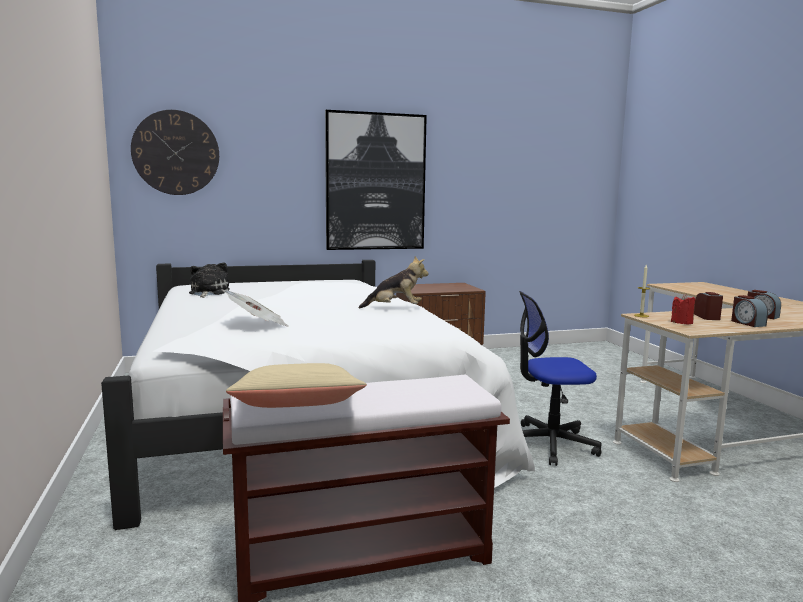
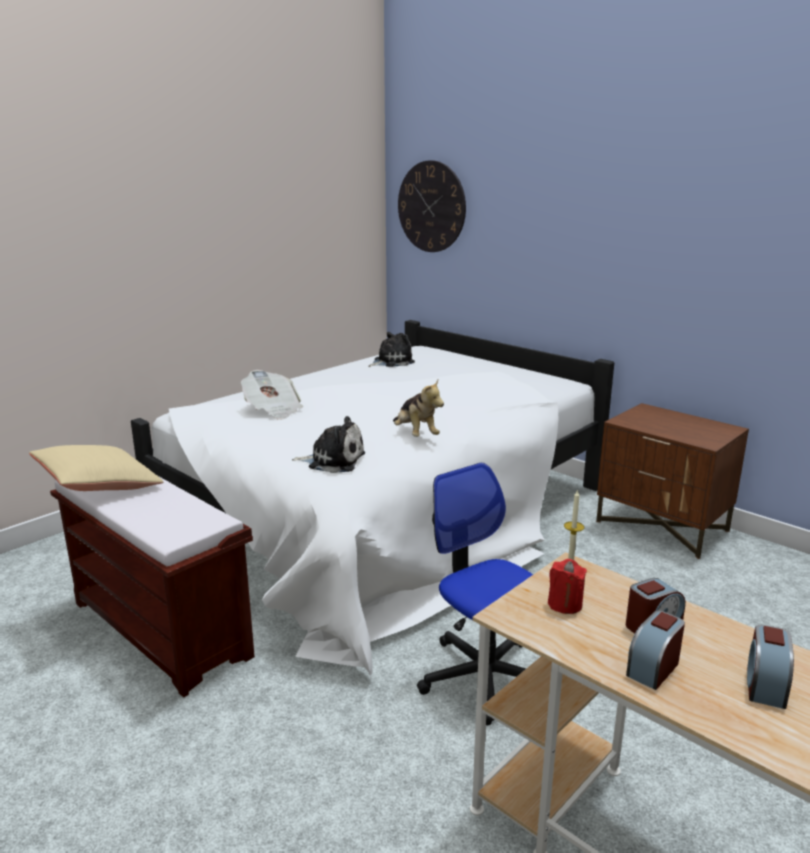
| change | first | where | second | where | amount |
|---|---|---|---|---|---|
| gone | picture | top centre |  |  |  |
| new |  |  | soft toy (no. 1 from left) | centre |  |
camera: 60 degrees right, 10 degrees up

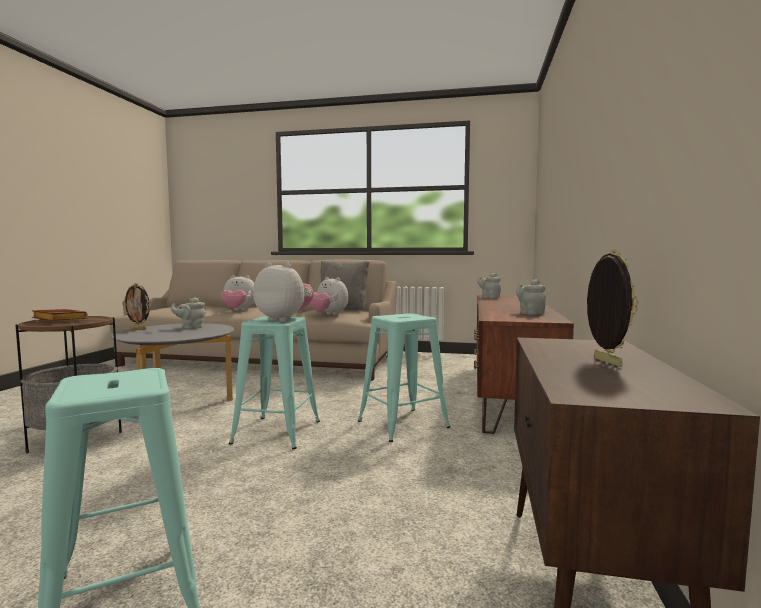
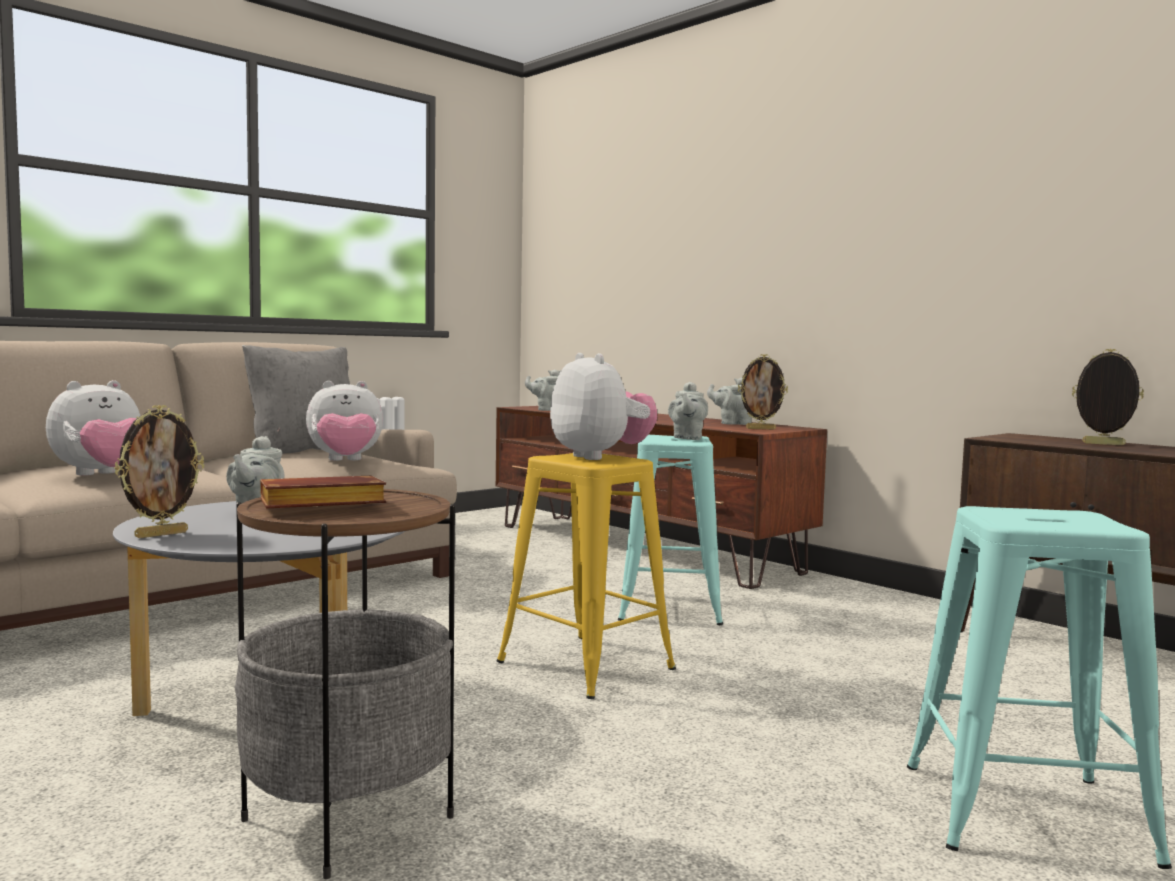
| change | first | where | second | where | amount |
|---|---|---|---|---|---|
| rotated | soft toy (no. 2 from left in the first image) | centre | soft toy (no. 3 from left) | centre | 90 degrees clockwise |
| repainted | turquoise-coloured stool (no. 2 from left) | centre | yellow-coloured stool | centre |  |
| new |  |  | standing frame (no. 2 from left) | centre |  |
| new |  |  | grey tea pot (no. 3 from left) | centre |  |
camera: 55 degrees left, 0 degrees up

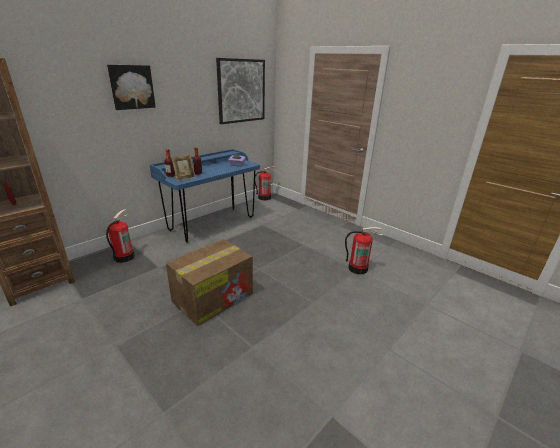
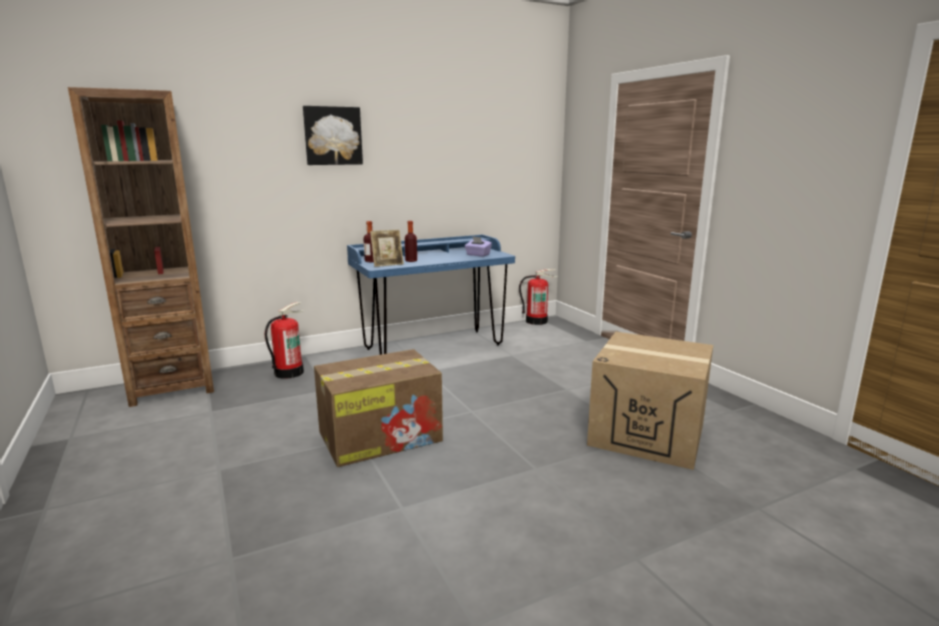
| change | first | where | second | where | amount |
|---|---|---|---|---|---|
| gone | picture (no. 2 from left) | top centre |  |  |  |
| swapped | fire-fighting cylinder (no. 3 from left) | centre | carton (no. 2 from left) | middle right |  |
camera: 20 degrees right, 10 degrees down

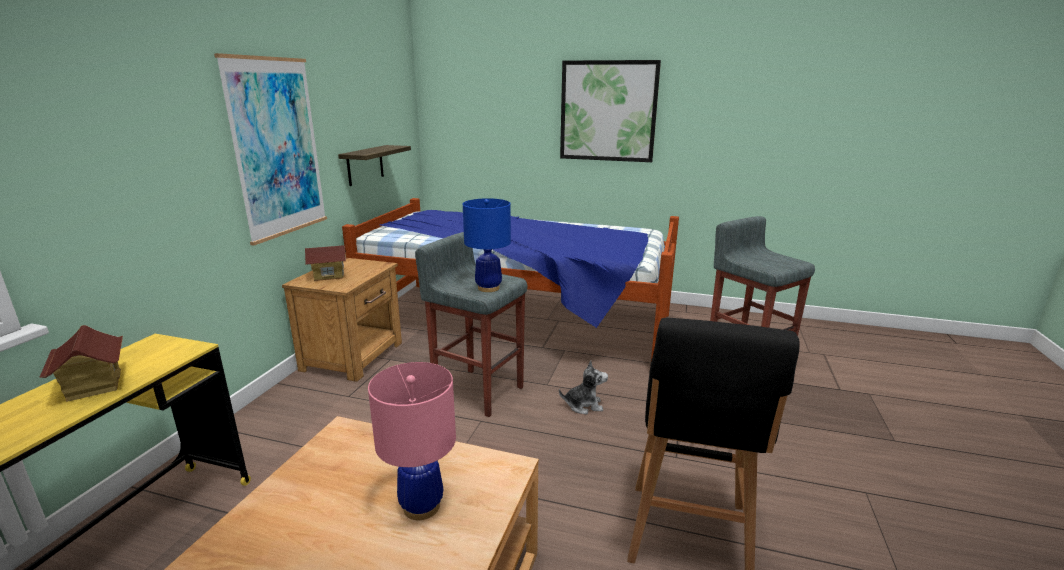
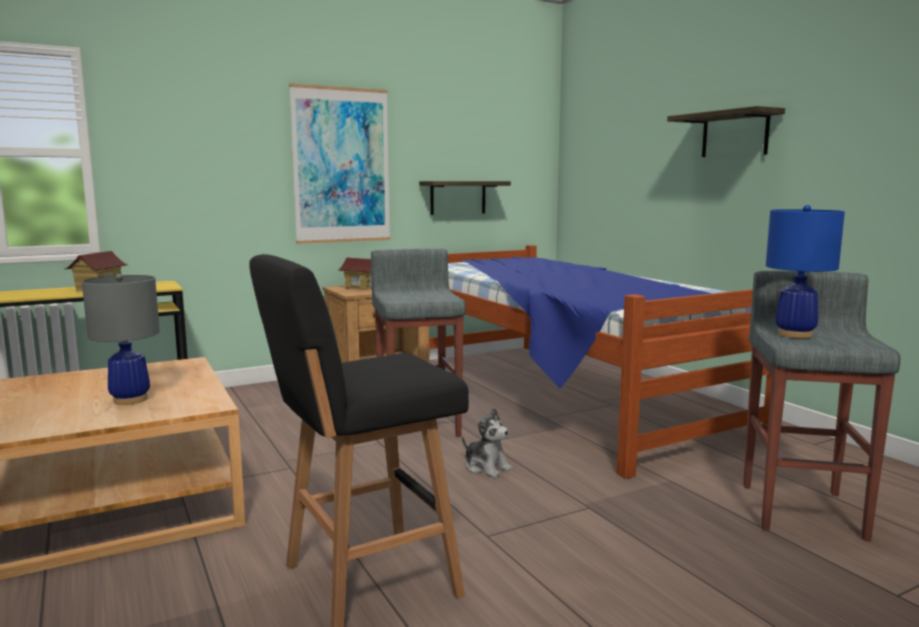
| change | first | where | second | where | amount |
|---|---|---|---|---|---|
| swapped | picture (no. 2 from left) | top centre | wall shelf (no. 2 from left) | top right |  |
| shifted | blue table lamp | centre |  | middle right |  |
| repainted | pink table lamp | bottom centre | grey table lamp | middle left |  |
camera: 45 degrees right, 10 degrees down

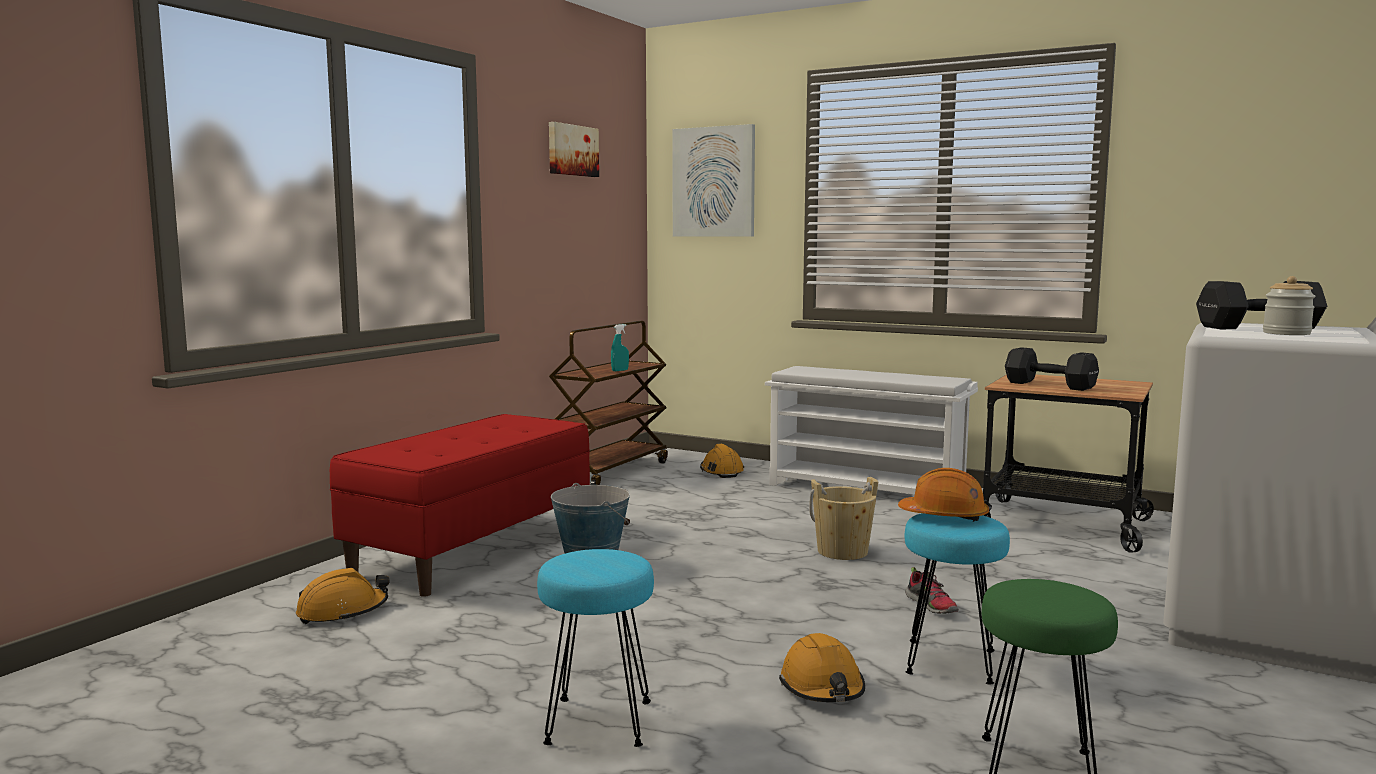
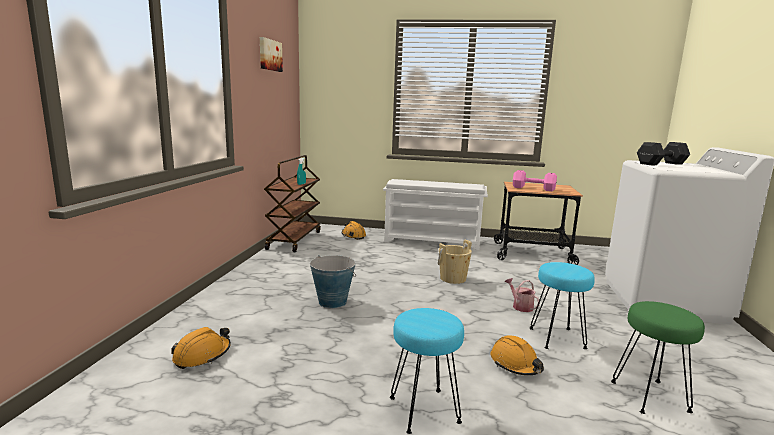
| change | first | where | second | where | amount |
|---|---|---|---|---|---|
| gone | picture (no. 2 from left) | top centre |  |  |  |
| gone | jar | middle right |  |  |  |
| repainted | black dumbbell (no. 1 from left) | middle right | pink dumbbell | middle right |  |
| gone | red long seat | centre |  |  |  |
| gone | orange-coloured safety helmet (no. 4 from left) | middle right |  |  |  |
| swapped | low shoe | bottom right | sprinkling can | bottom right |  |
camera: 20 degrees left, 5 degrees up

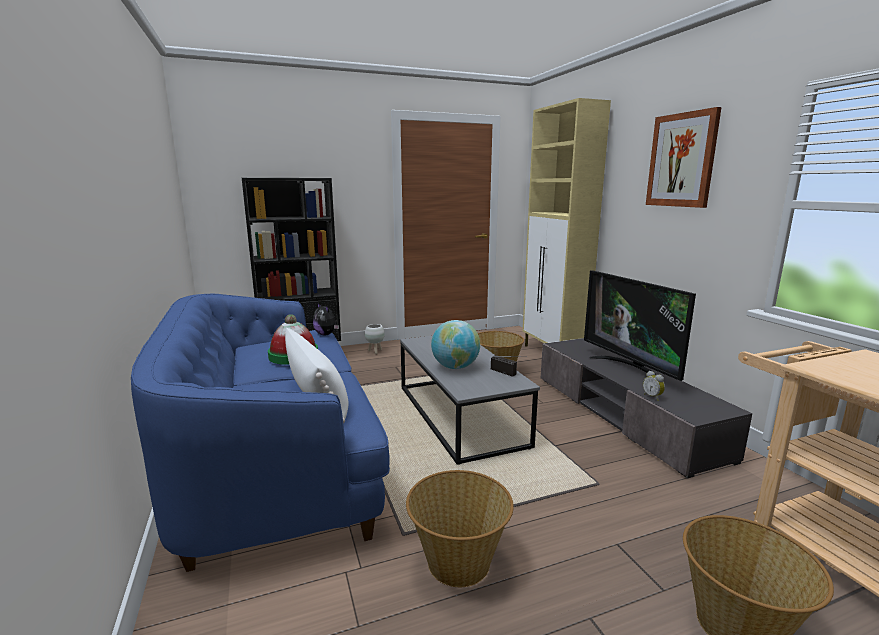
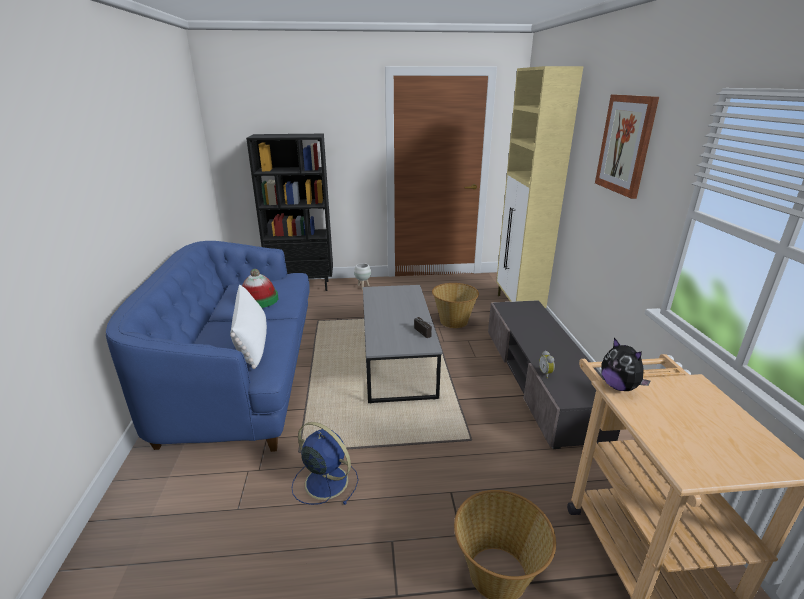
| change | first | where | second | where | amount |
|---|---|---|---|---|---|
| gone | TV set | middle right |  |  |  |
| shifted | soft toy | centre |  | middle right |  |
| gone | world globe | centre |  |  |  |
| swapped | basket (no. 1 from left) | bottom centre | blue cooling fan | bottom centre |  |
camera: 15 degrees right, 10 degrees up

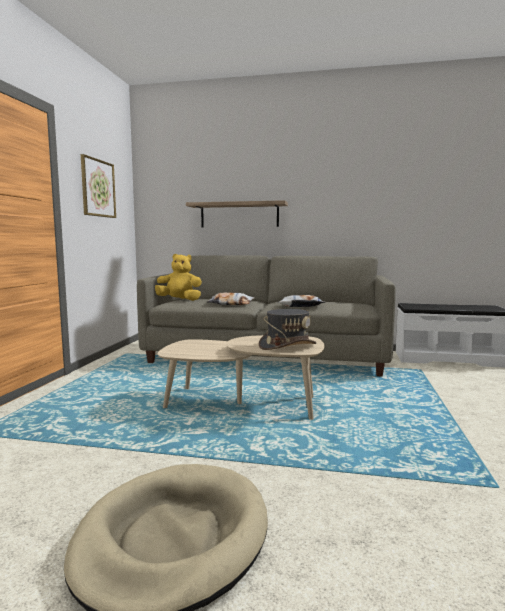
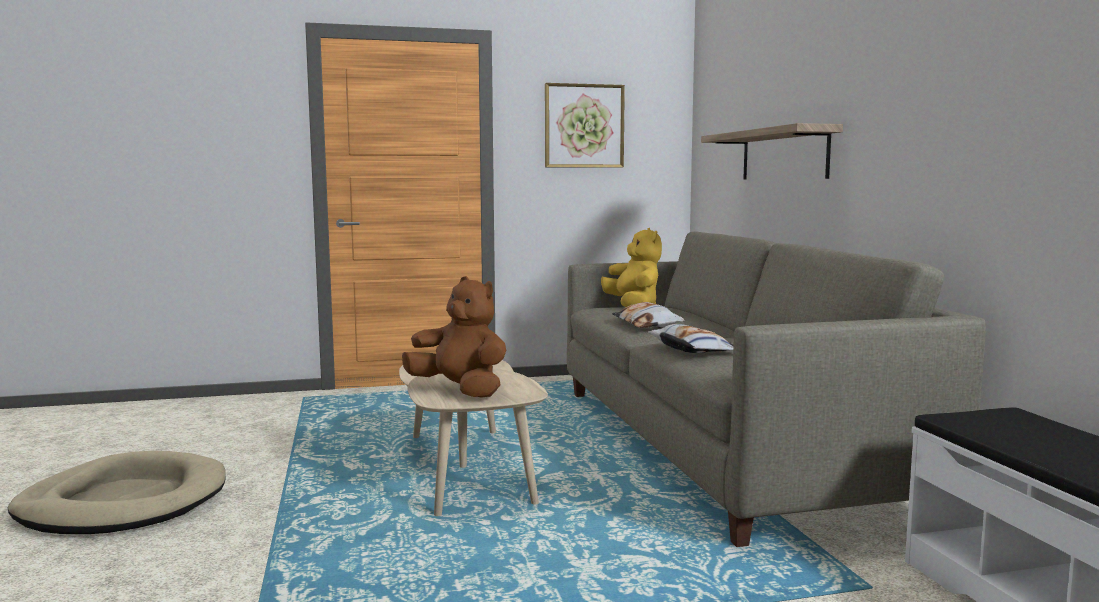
| change | first | where | second | where | amount |
|---|---|---|---|---|---|
| swapped | grey hat | centre | brownish soft toy | centre |  |
camera: 65 degrees right, 0 degrees up

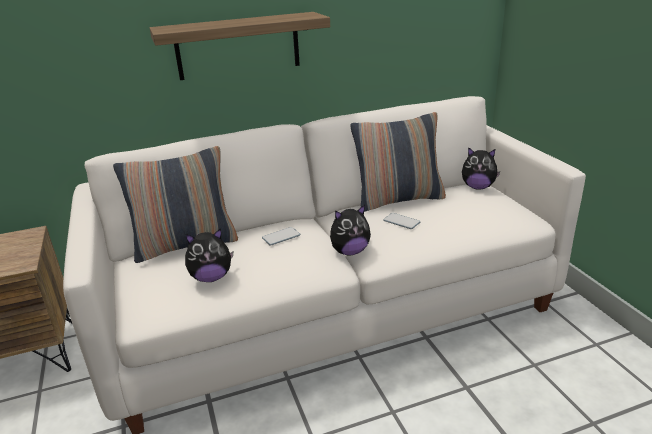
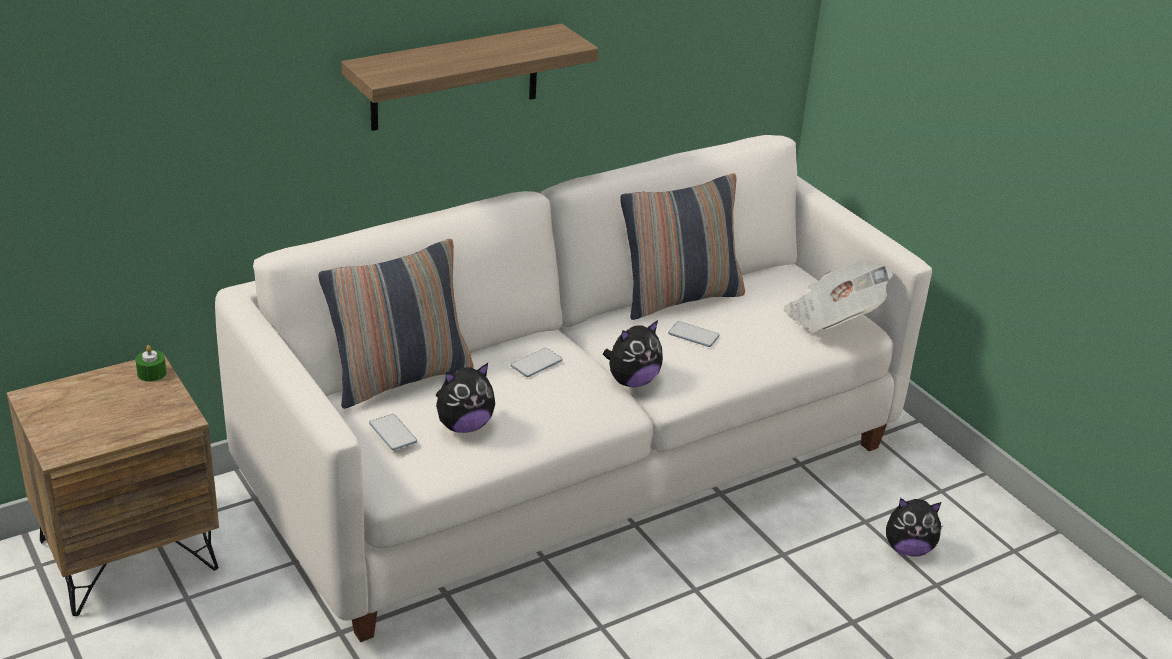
| change | first | where | second | where | amount |
|---|---|---|---|---|---|
| shifted | soft toy (no. 3 from left) | middle right |  | bottom right |  |
| new |  |  | daily paper | middle right |  |
| new |  |  | green wax candle | middle left |  |
| new |  |  | handset (no. 1 from left) | centre |  |
camera: 15 degrees left, 5 degrees up

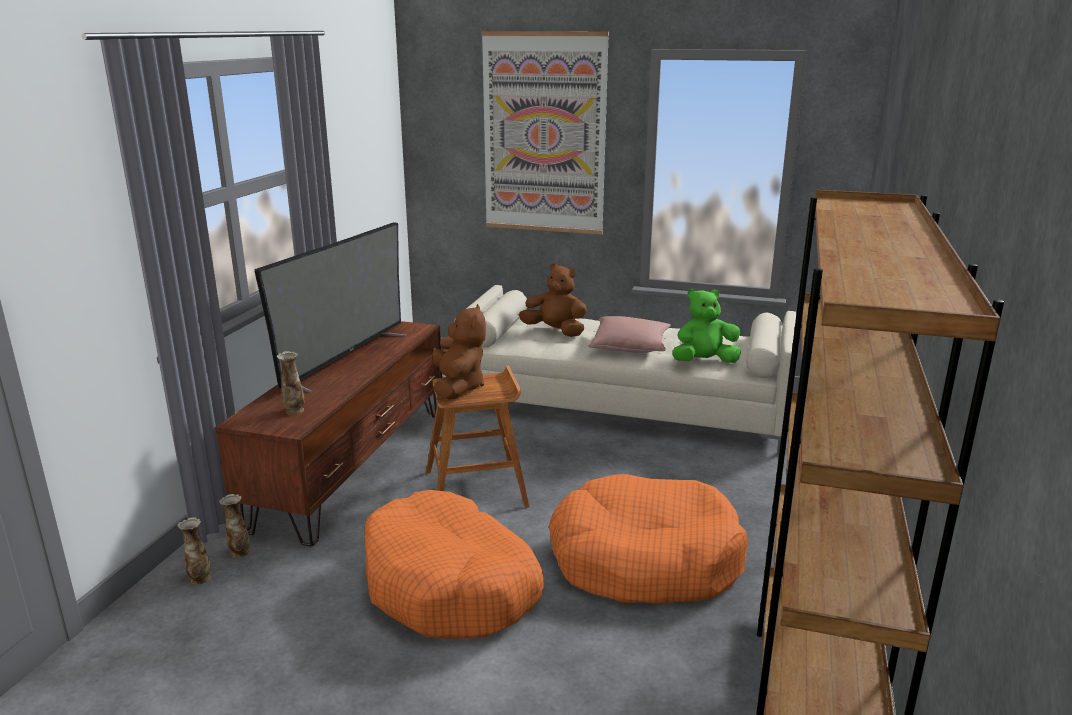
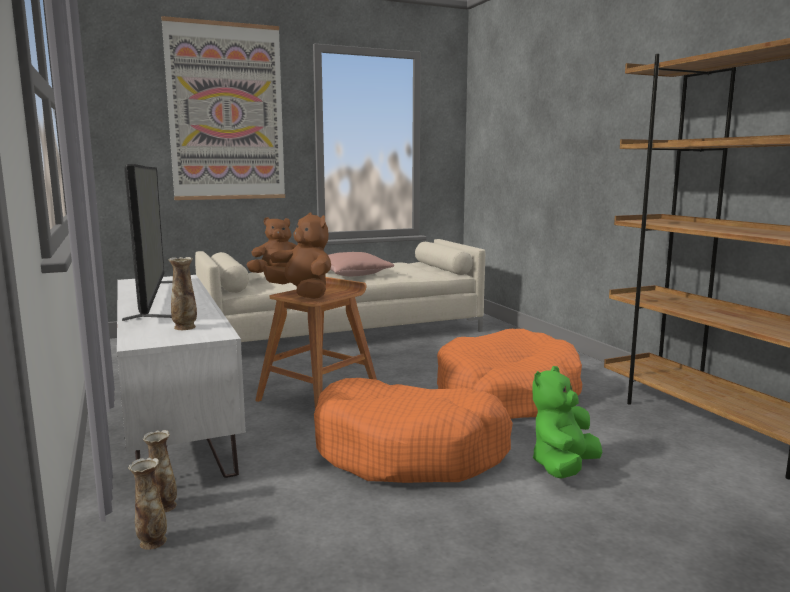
| change | first | where | second | where | amount |
|---|---|---|---|---|---|
| shifted | green soft toy | centre |  | bottom right |  |
| repainted | brownish media console | middle left | whitish media console | middle left |  |
camera: 40 degrees left, 10 degrees down

